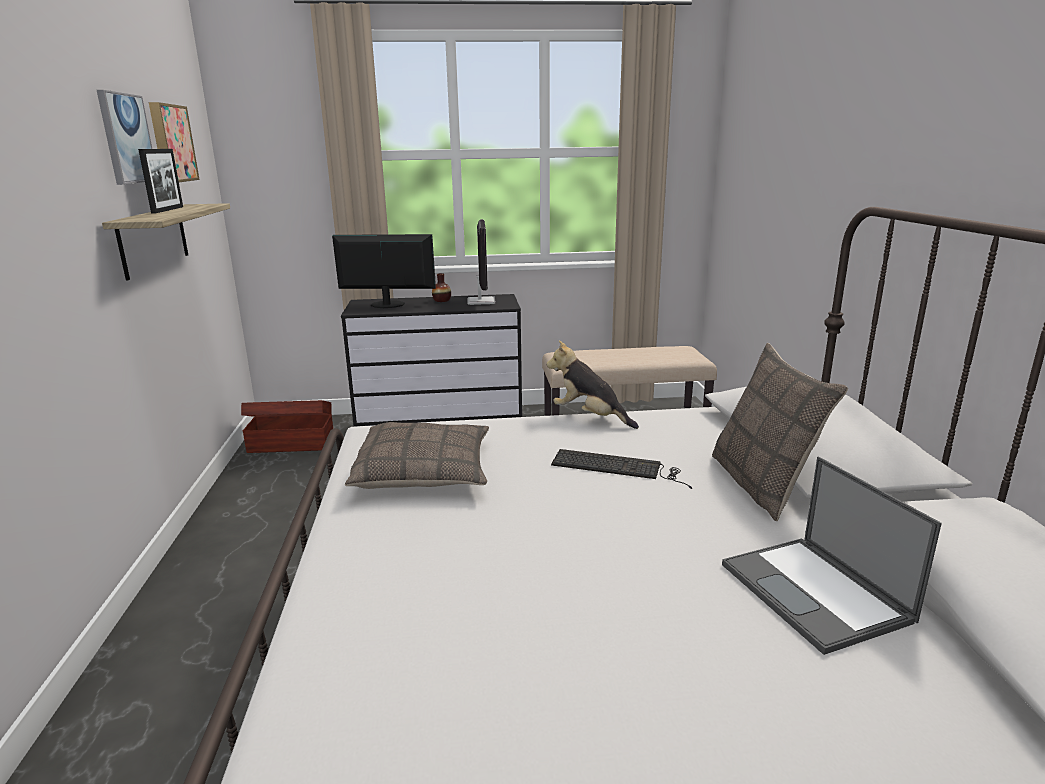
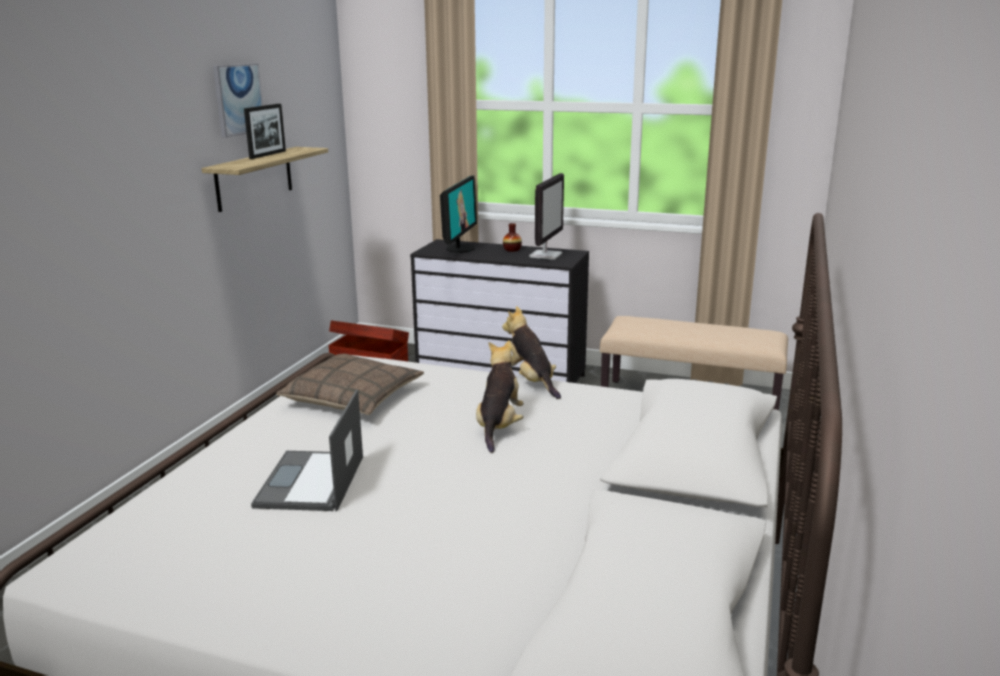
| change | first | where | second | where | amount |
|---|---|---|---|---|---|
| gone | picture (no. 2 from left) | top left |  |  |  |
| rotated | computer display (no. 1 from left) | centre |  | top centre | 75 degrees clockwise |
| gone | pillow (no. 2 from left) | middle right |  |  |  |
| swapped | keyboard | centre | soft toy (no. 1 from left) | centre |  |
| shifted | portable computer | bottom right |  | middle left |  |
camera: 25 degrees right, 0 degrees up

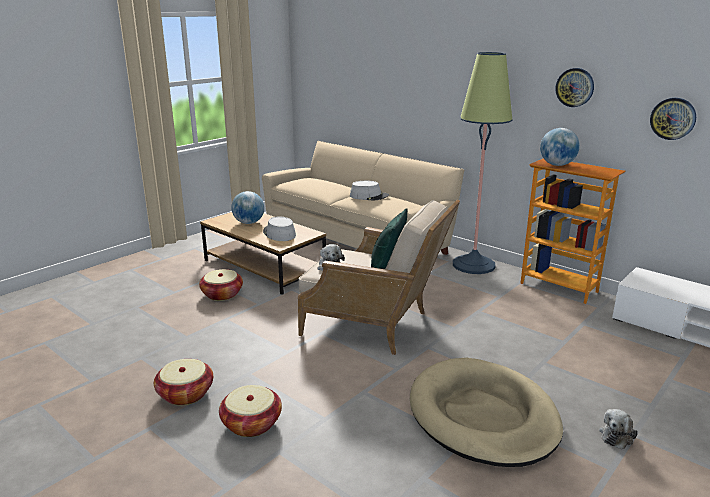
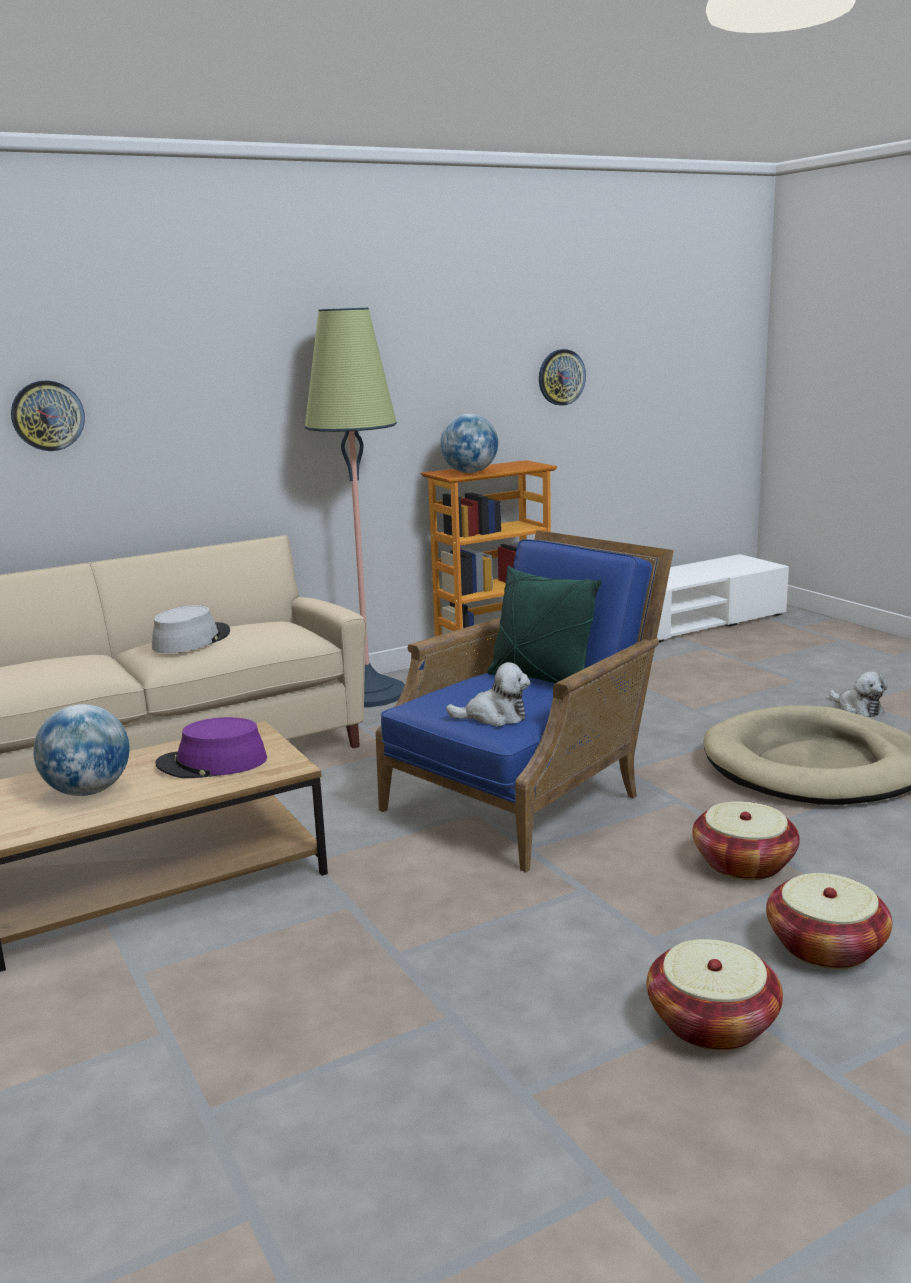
| change | first | where | second | where | amount |
|---|---|---|---|---|---|
| shifted | clock on the wall (no. 1 from left) | top right |  | top left |  |
| repainted | beige easy chair | centre | blue easy chair | centre |  |
| repainted | grey hat (no. 1 from left) | centre | purplish hat | middle left |  |
| shifted | basket (no. 2 from left) | middle left |  | middle right |  |
camera: 70 degrees left, 5 degrees down

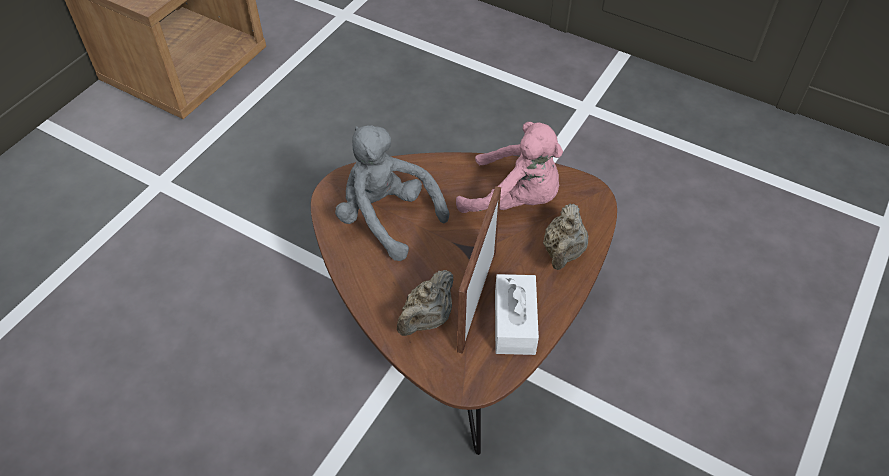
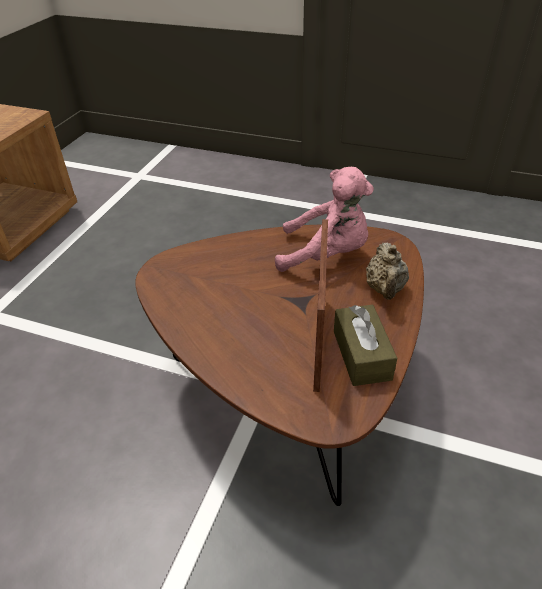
| change | first | where | second | where | amount |
|---|---|---|---|---|---|
| gone | grey soft toy | centre |  |  |  |
| gone | beige tea pot (no. 1 from left) | centre |  |  |  |
| repainted | whitish tissue box | centre | brownish tissue box | middle right |  |
camera: 10 degrees left, 10 degrees down

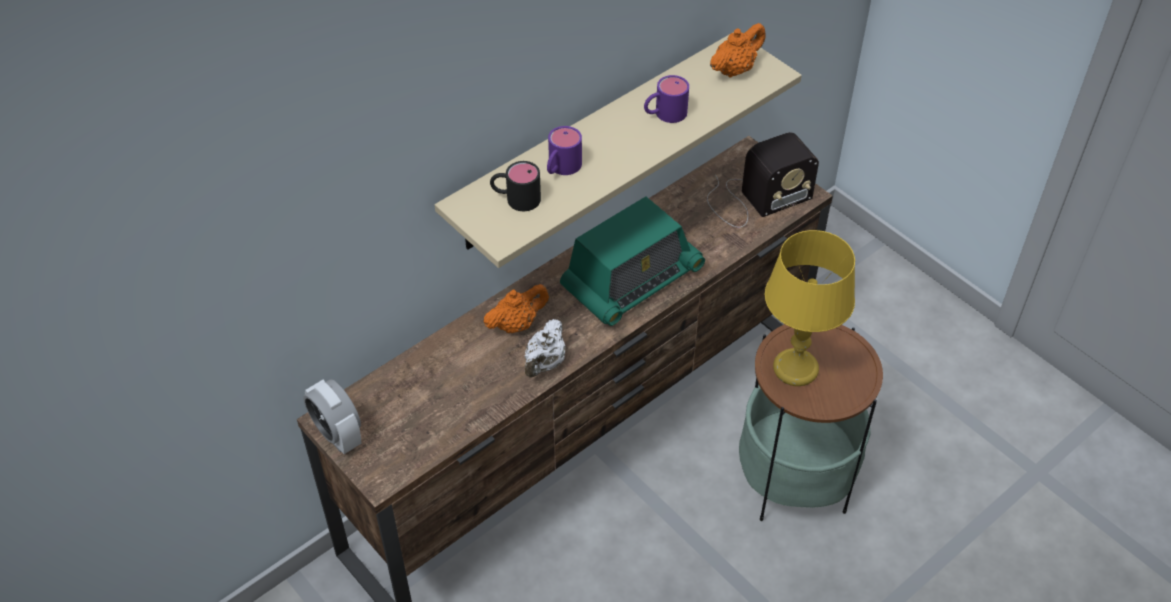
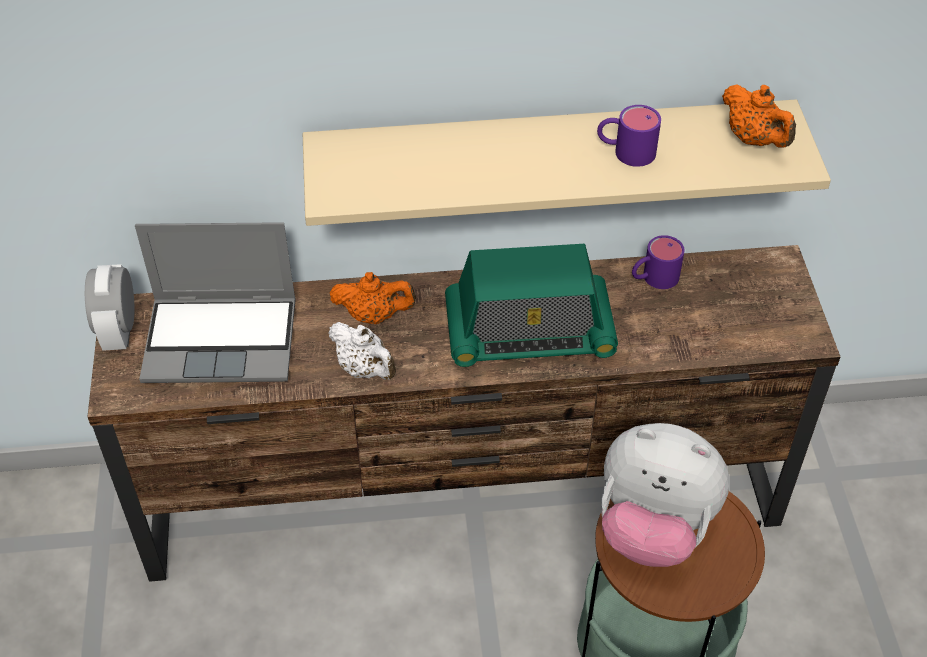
| change | first | where | second | where | amount |
|---|---|---|---|---|---|
| rotated | orange-coloured tea pot (no. 2 from left) | top centre |  | top right | 60 degrees clockwise |
| shifted | purplish tea mug (no. 1 from left in the first image) | top centre | purplish tea mug (no. 2 from left) | middle right |  |
| gone | radio set (no. 2 from left) | top centre |  |  |  |
| gone | black tea mug | top centre |  |  |  |
| swapped | yellow-coloured table lamp | middle right | soft toy | bottom right |  |
| rotated | whitish tea pot | centre |  | centre | 105 degrees counterclockwise |
| new |  |  | portable computer | middle left |  |
camera: 35 degrees right, 0 degrees up

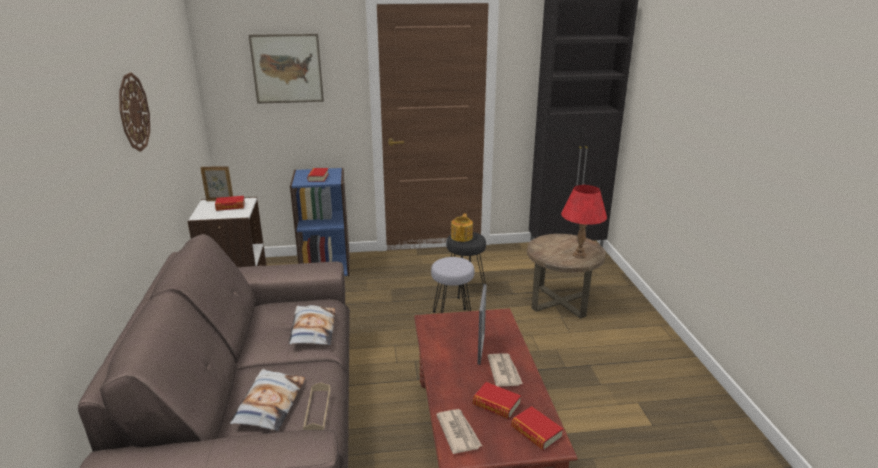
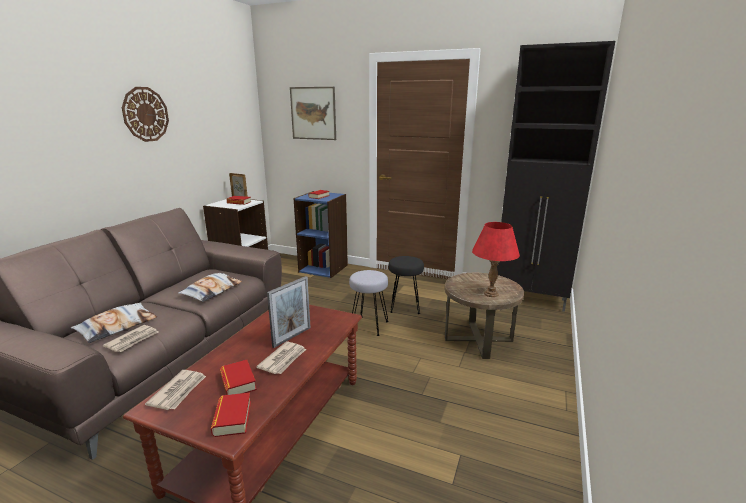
| change | first | where | second | where | amount |
|---|---|---|---|---|---|
| gone | tea pot | centre |  |  |  |
| swapped | beige carrying tray | bottom centre | daily paper (no. 1 from left) | bottom left |  |
camera: 30 degrees right, 5 degrees down

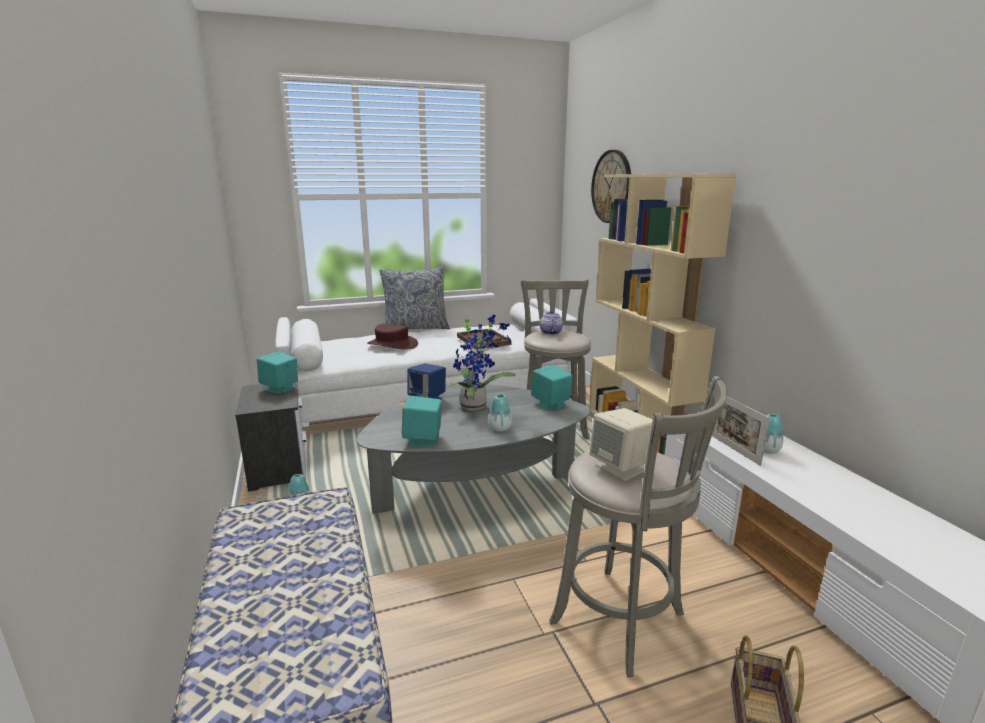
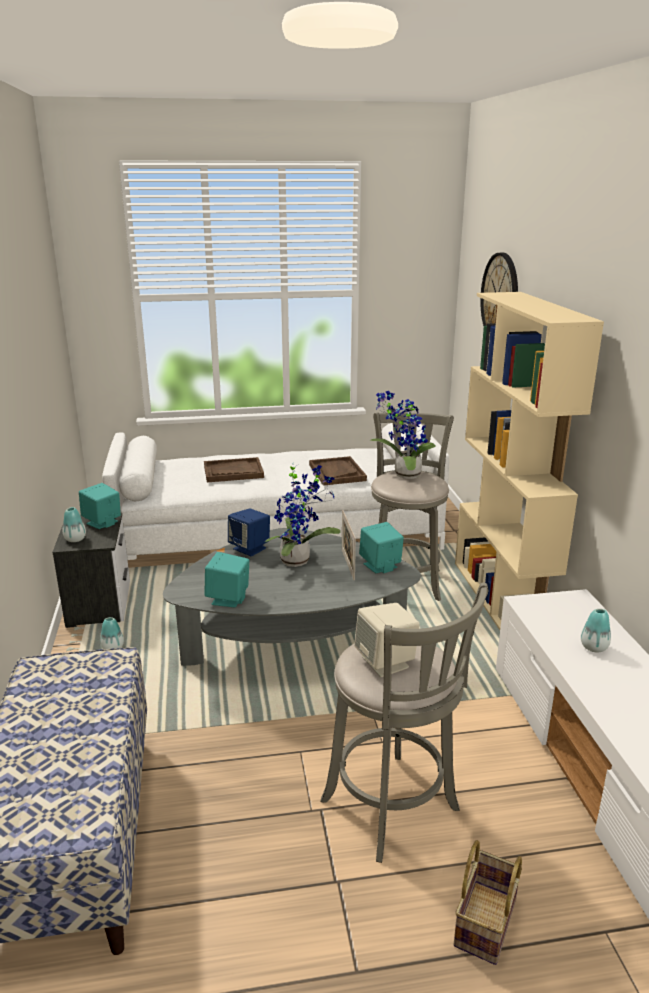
| change | first | where | second | where | amount |
|---|---|---|---|---|---|
| gone | pillow | centre |  |  |  |
| swapped | tea pot | centre | plant in a pot (no. 2 from left) | centre |  |
| swapped | brownish hat | centre | brownish carrying tray (no. 1 from left) | centre |  |
| shifted | vase (no. 2 from left in the first image) | centre | vase (no. 1 from left) | middle left |  |
| shifted | standing frame | middle right |  | centre |  |
camera: 10 degrees right, 5 degrees up

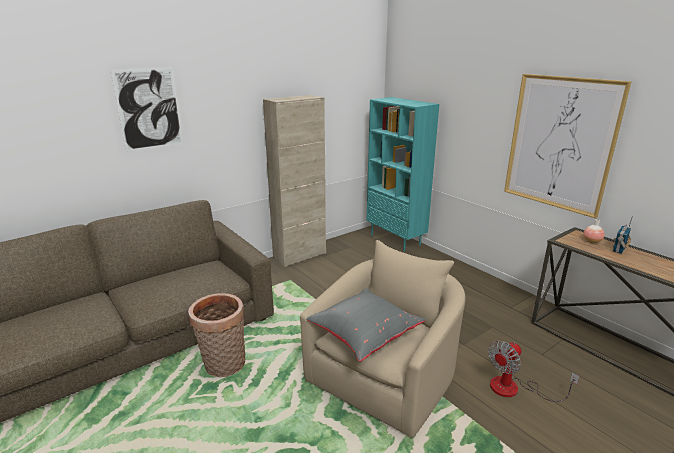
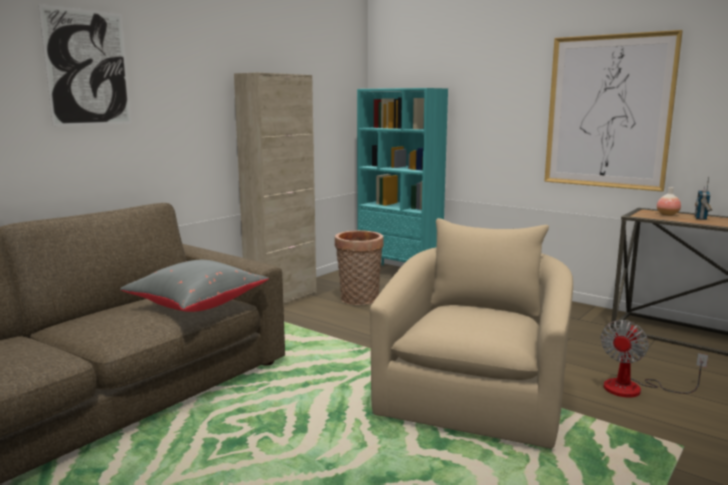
| change | first | where | second | where | amount |
|---|---|---|---|---|---|
| shifted | grey pillow | bottom centre |  | middle left |  |
| shifted | basket | bottom left |  | centre |  |
camera: 15 degrees left, 10 degrees down

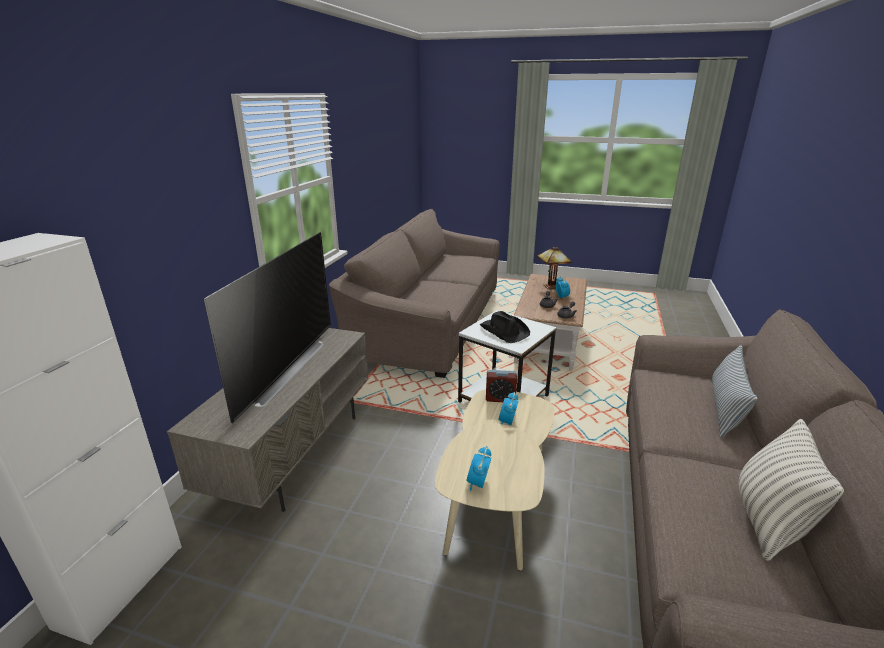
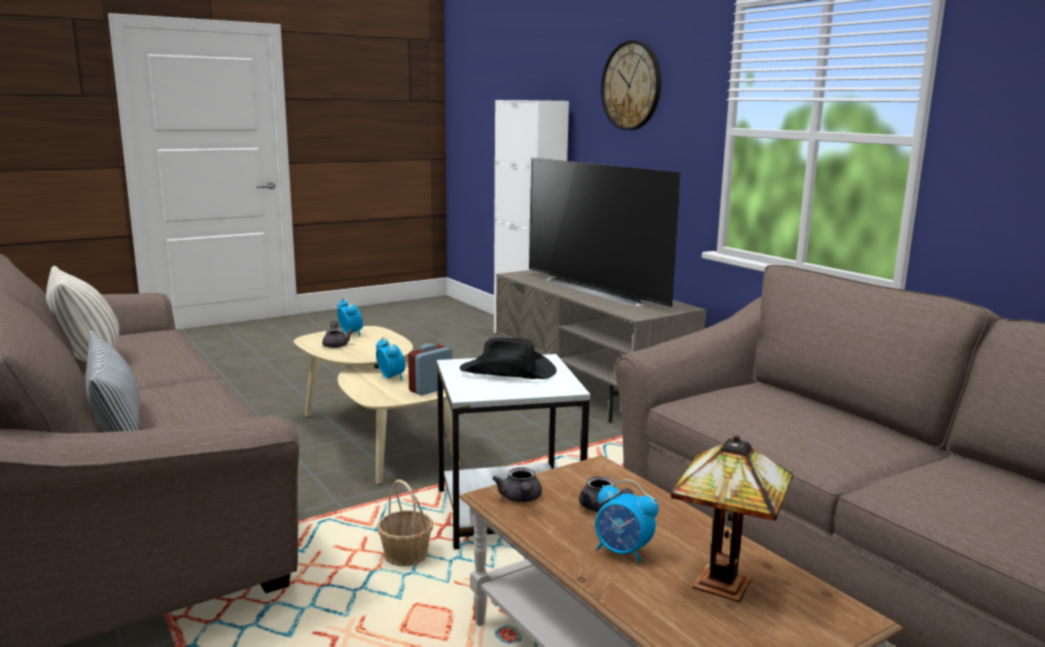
| change | first | where | second | where | amount |
|---|---|---|---|---|---|
| new |  |  | clock on the wall | top centre |  |
| new |  |  | grey tea pot (no. 1 from left) | middle left |  |
| new |  |  | basket | bottom centre |  |
camera: 130 degrees right, 10 degrees down

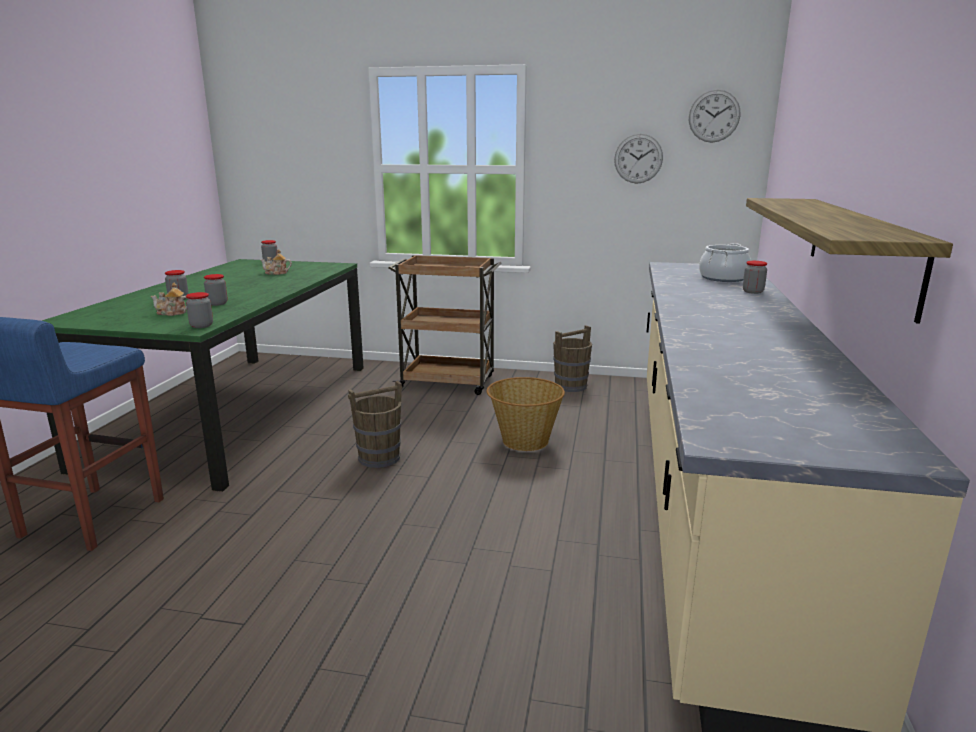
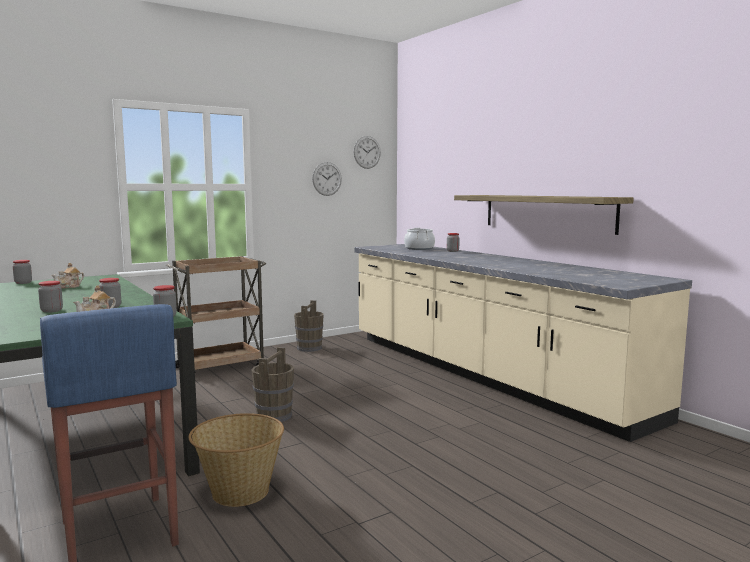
| change | first | where | second | where | amount |
|---|---|---|---|---|---|
| shifted | basket | centre |  | bottom left |  |
camera: 45 degrees left, 10 degrees down

